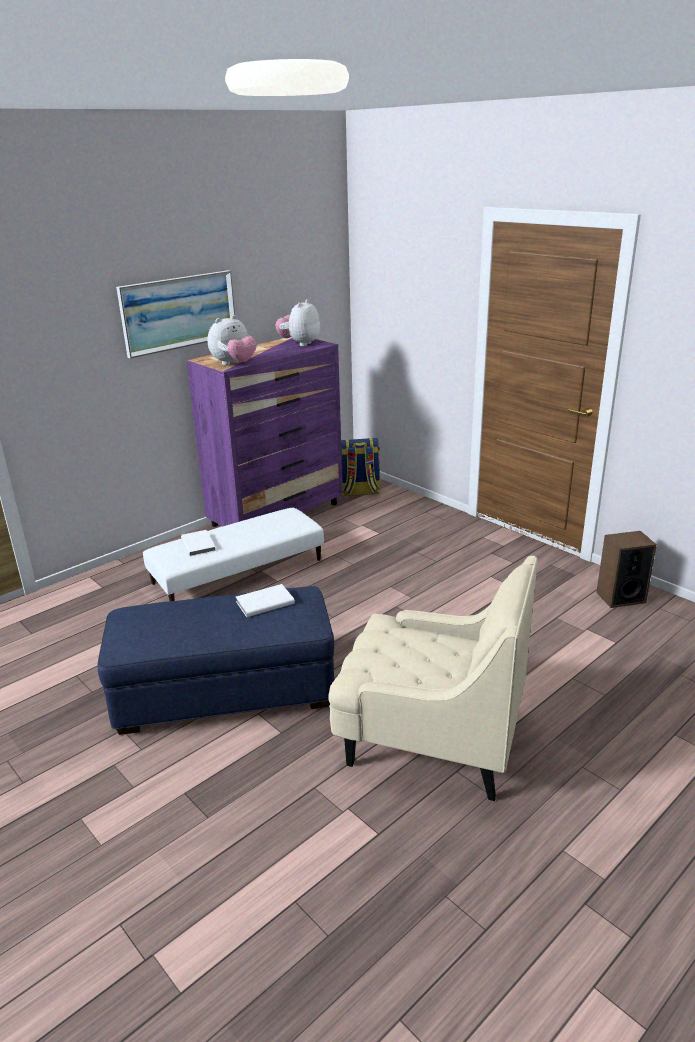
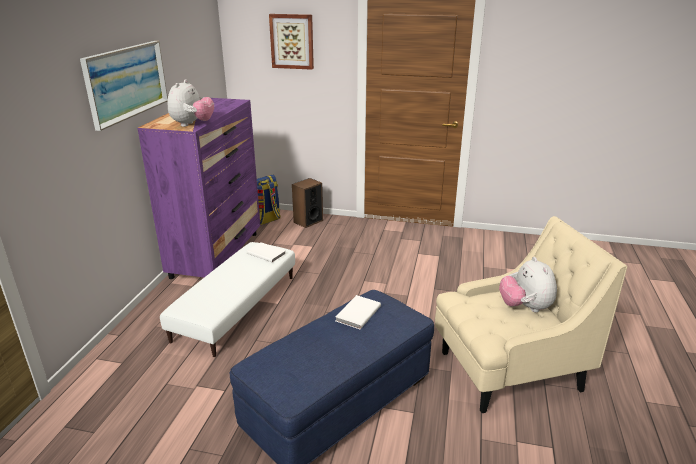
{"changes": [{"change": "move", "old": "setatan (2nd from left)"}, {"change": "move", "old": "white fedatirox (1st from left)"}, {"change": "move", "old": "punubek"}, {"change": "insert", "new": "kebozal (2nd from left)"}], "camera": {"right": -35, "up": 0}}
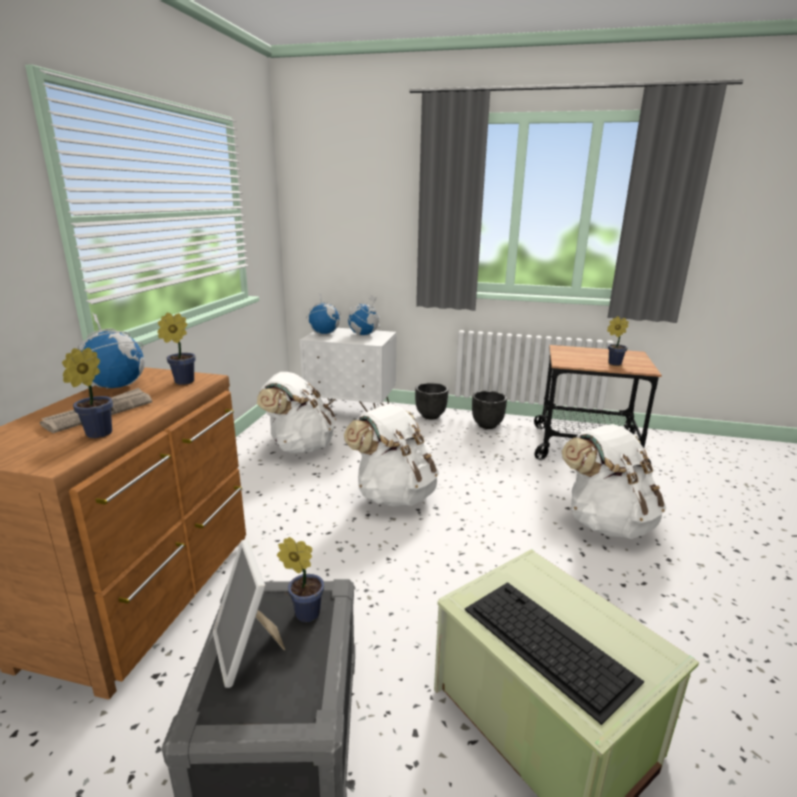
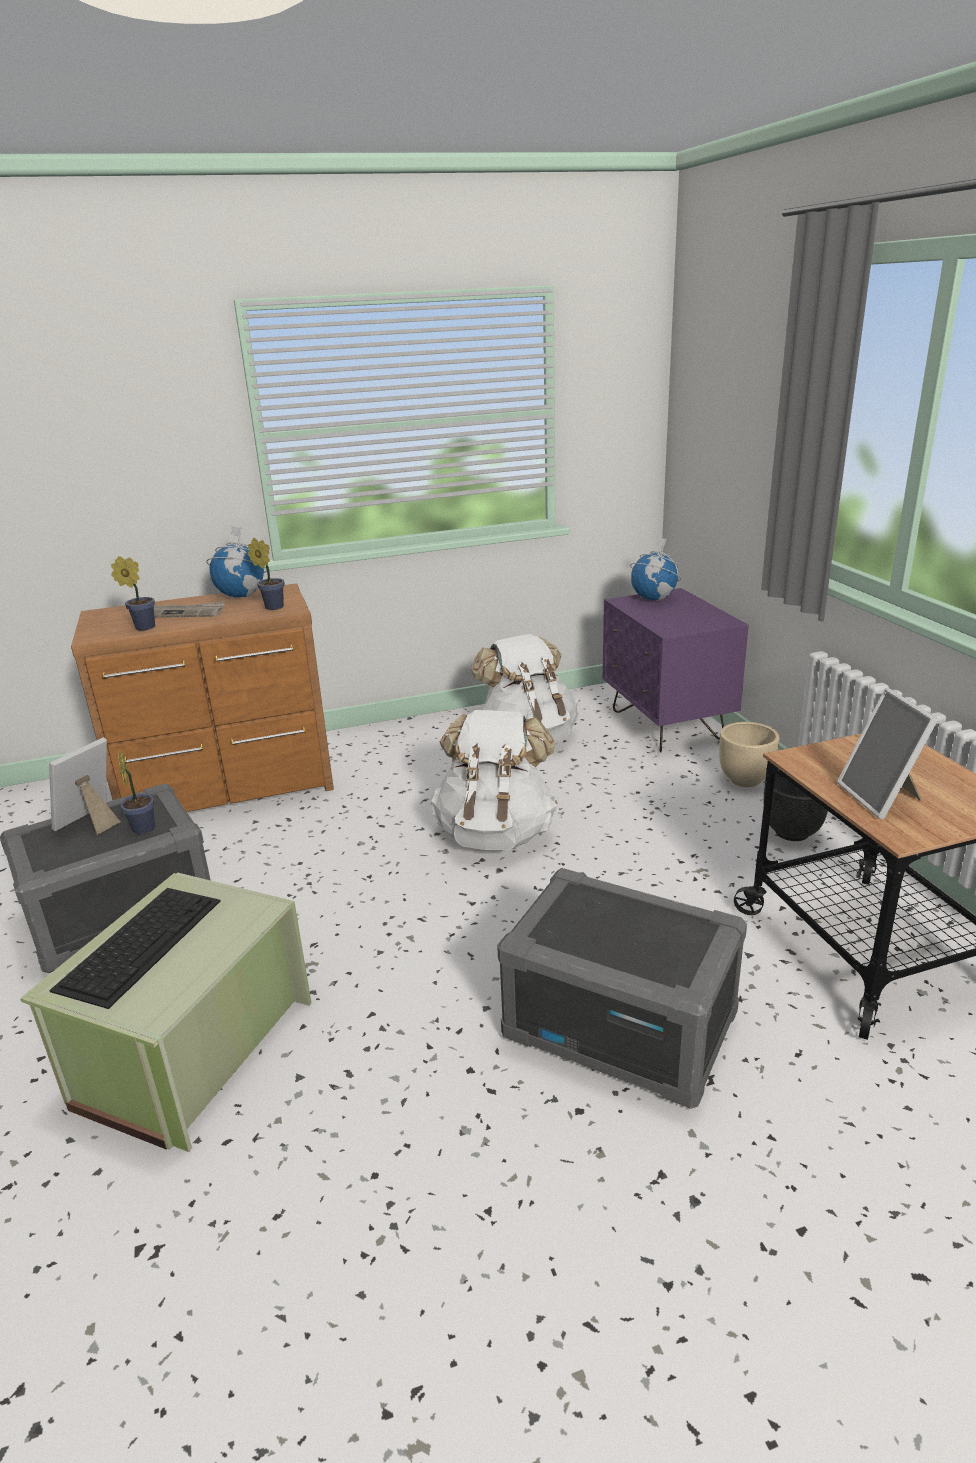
{"changes": [{"change": "delete", "old": "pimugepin (3rd from left)"}, {"change": "replace", "old": "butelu (4th from left)", "new": "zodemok (2nd from left)"}, {"change": "recolor", "old": "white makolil", "new": "purple makolil"}, {"change": "recolor", "old": "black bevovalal (1st from left)", "new": "beige bevovalal"}, {"change": "replace", "old": "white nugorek (3rd from left)", "new": "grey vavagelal (2nd from left)"}], "camera": {"right": 60, "up": 5}}
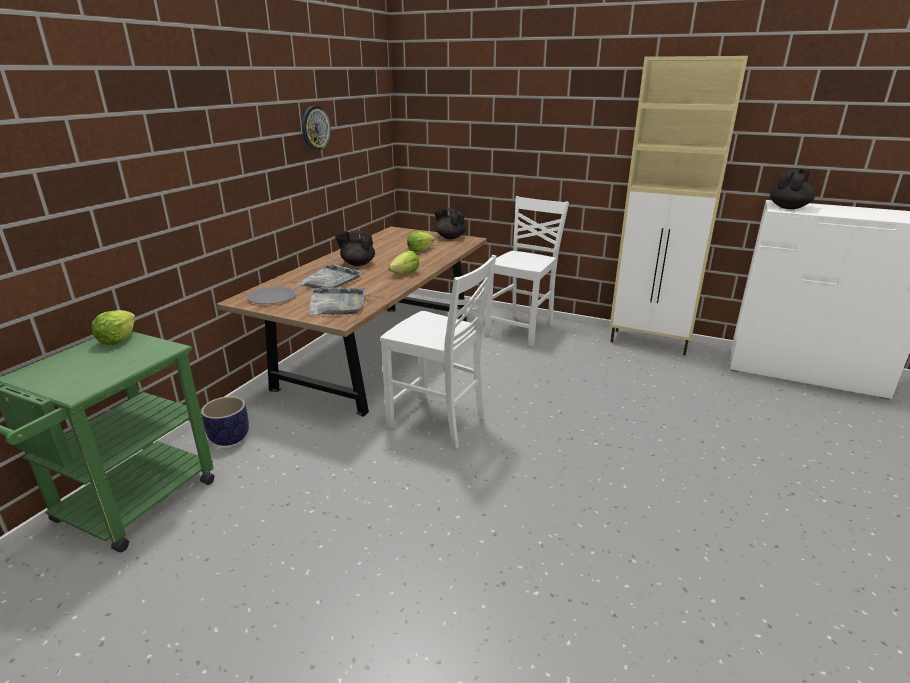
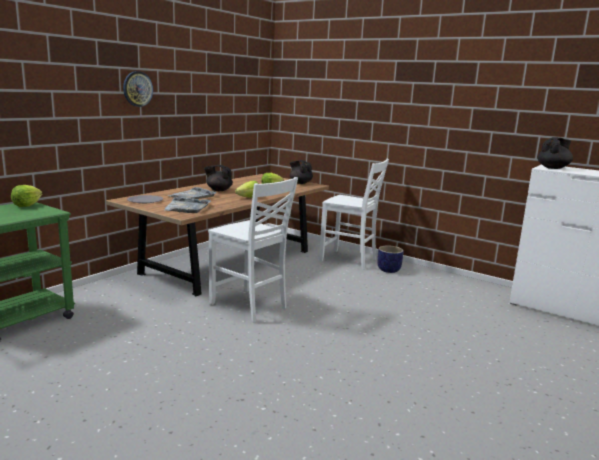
{"changes": [{"change": "delete", "old": "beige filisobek"}, {"change": "move", "old": "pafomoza"}, {"change": "rotate", "old": "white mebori (2nd from left)", "degrees": 75}, {"change": "move", "old": "bevovalal"}], "camera": {"right": 10, "up": -10}}
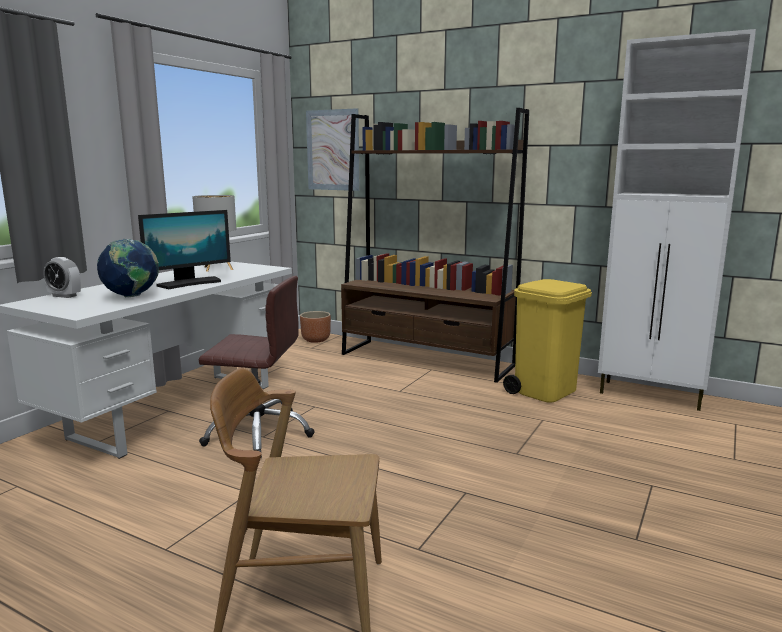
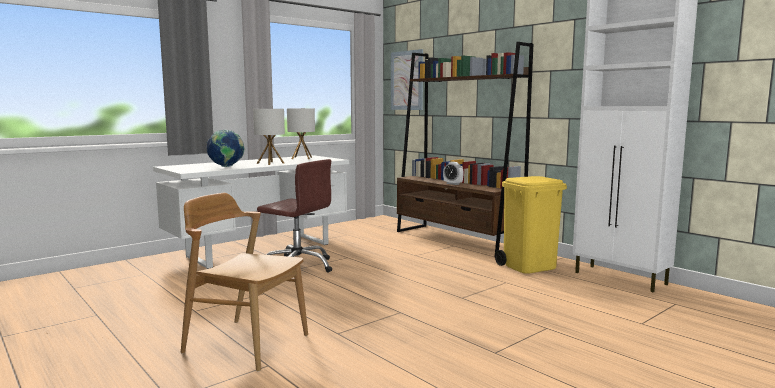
{"changes": [{"change": "replace", "old": "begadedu", "new": "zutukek (1st from left)"}, {"change": "move", "old": "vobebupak"}, {"change": "delete", "old": "brown bevovalal"}], "camera": {"right": 20, "up": -5}}
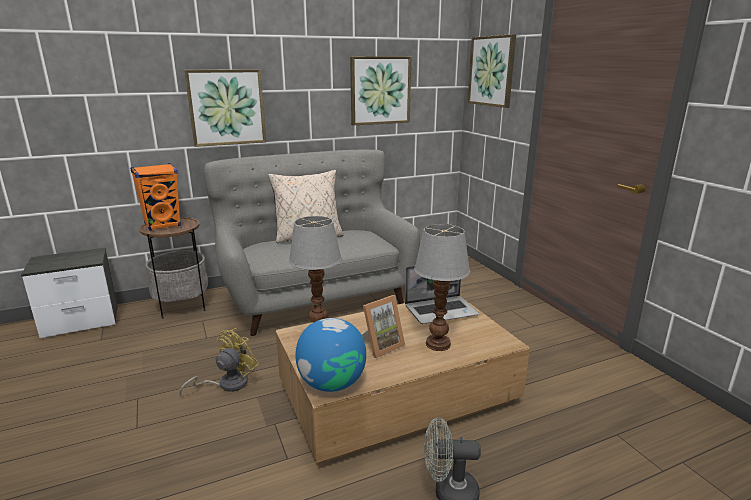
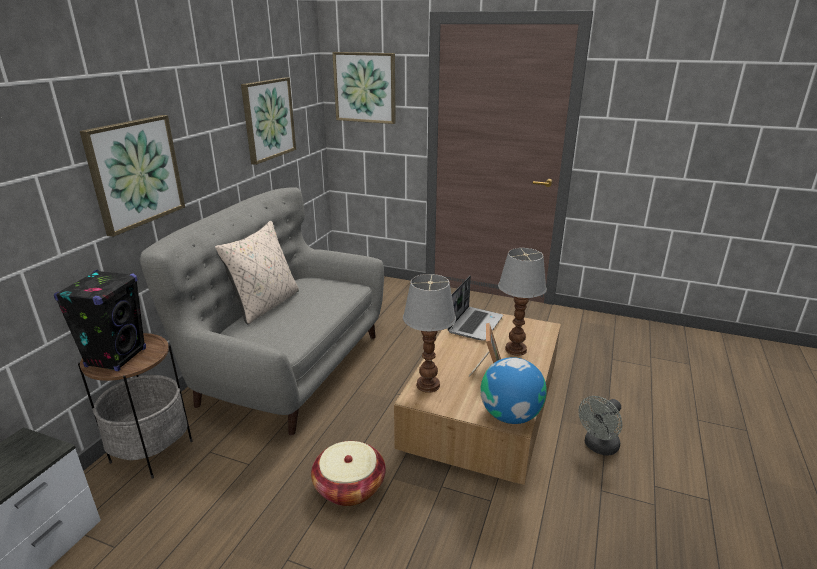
{"changes": [{"change": "recolor", "old": "orange punubek", "new": "black punubek"}, {"change": "replace", "old": "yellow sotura", "new": "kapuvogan"}], "camera": {"right": -45, "up": 5}}
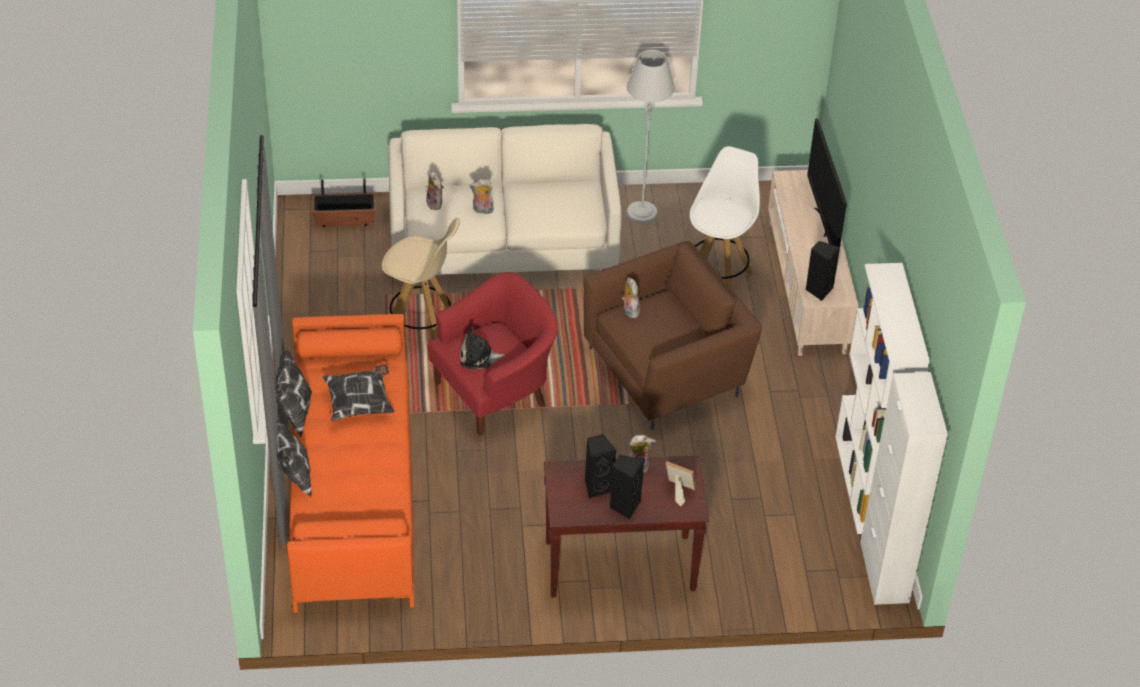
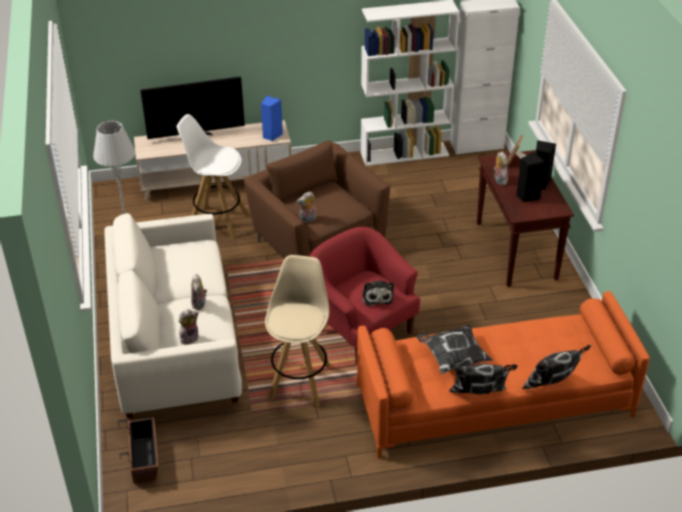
{"changes": [{"change": "recolor", "old": "black punubek (3rd from left)", "new": "blue punubek"}], "camera": {"right": -95, "up": -5}}
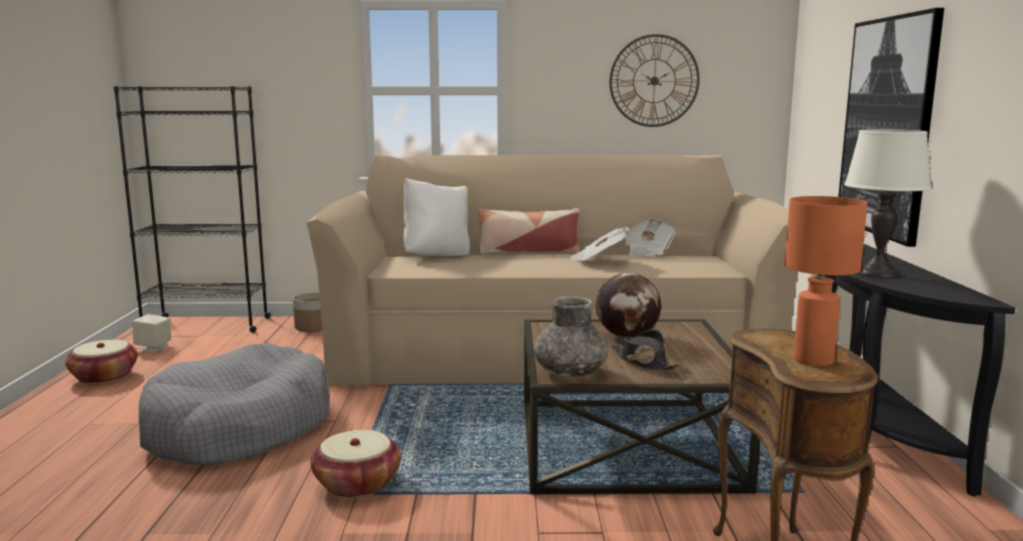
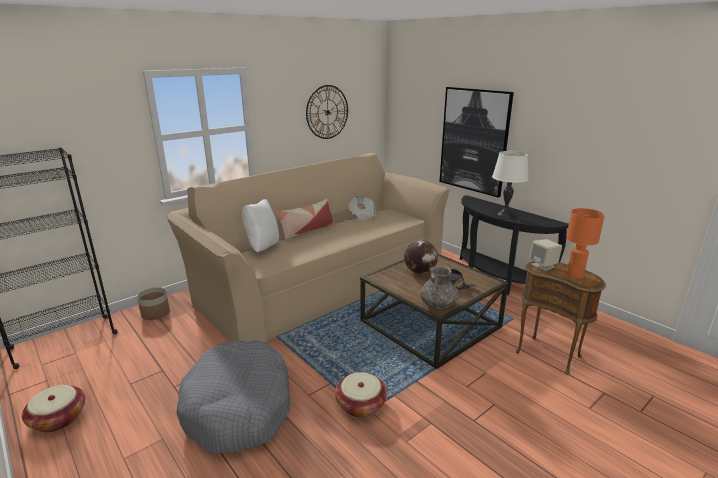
{"changes": [{"change": "delete", "old": "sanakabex (1st from left)"}, {"change": "move", "old": "beige punubek"}], "camera": {"right": -40, "up": 10}}
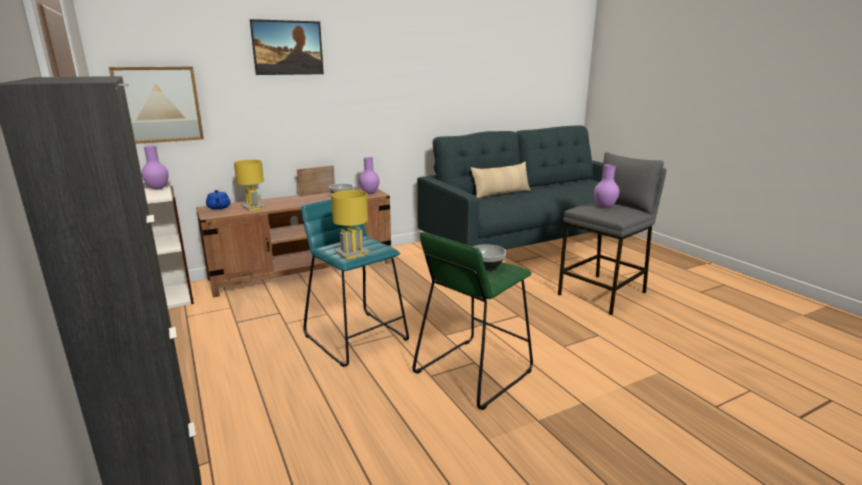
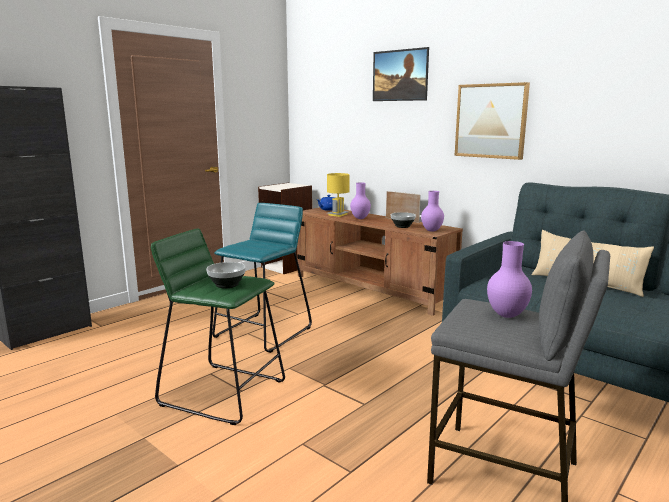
{"changes": [{"change": "move", "old": "kebozal (1st from left in the first image)", "new": "kebozal (2nd from left)"}, {"change": "move", "old": "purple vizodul (1st from left)"}, {"change": "delete", "old": "yellow zutukek (2nd from left)"}], "camera": {"right": 70, "up": -5}}
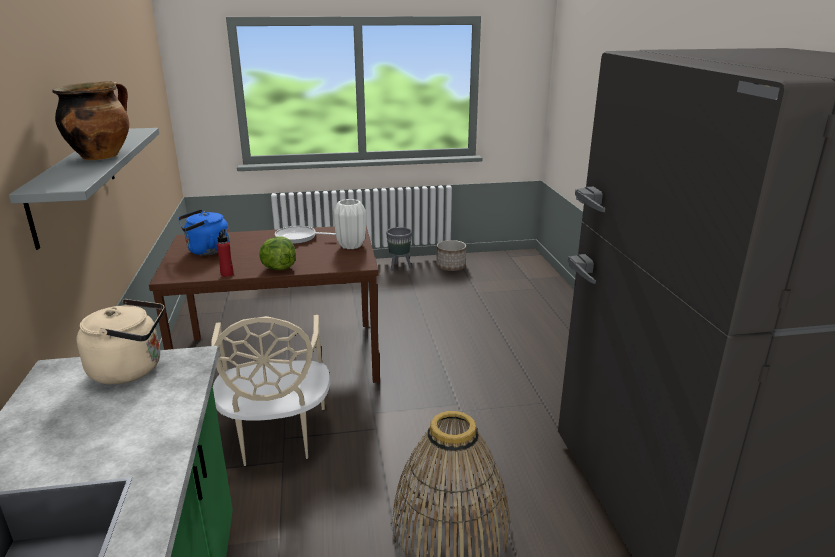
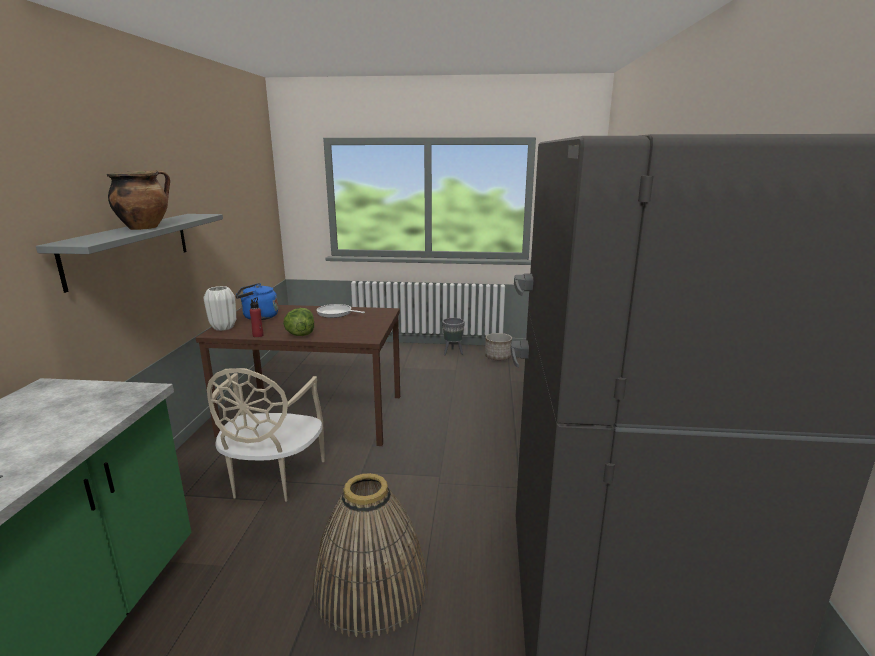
{"changes": [{"change": "move", "old": "white vizodul"}, {"change": "delete", "old": "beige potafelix"}], "camera": {"right": 15, "up": -5}}
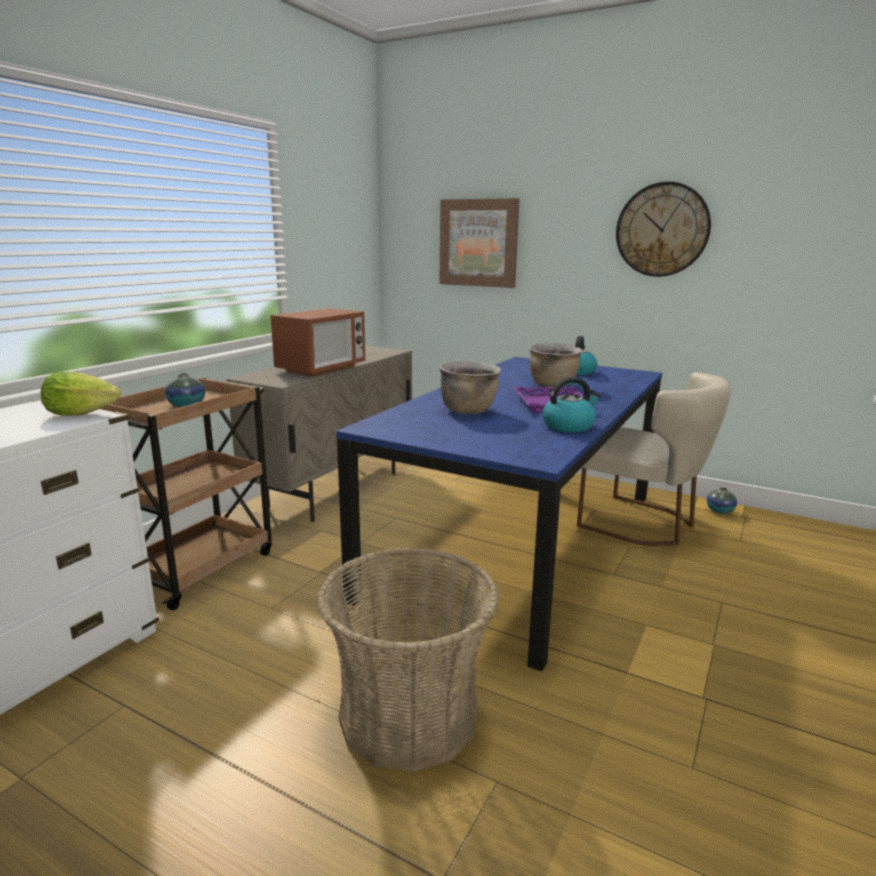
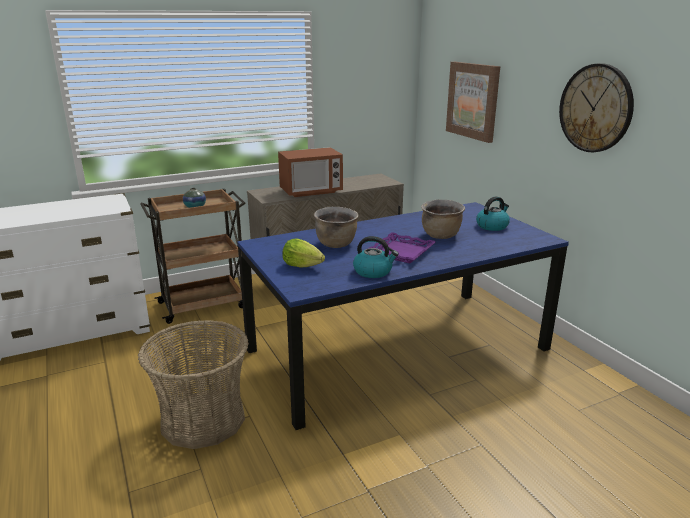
{"changes": [{"change": "move", "old": "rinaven"}, {"change": "delete", "old": "beige mebori"}, {"change": "delete", "old": "vizodul (2nd from left)"}], "camera": {"right": 35, "up": 5}}
